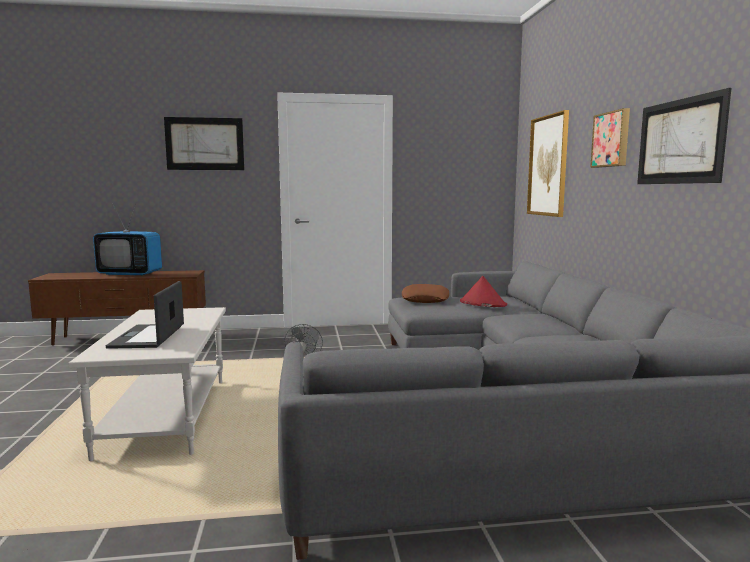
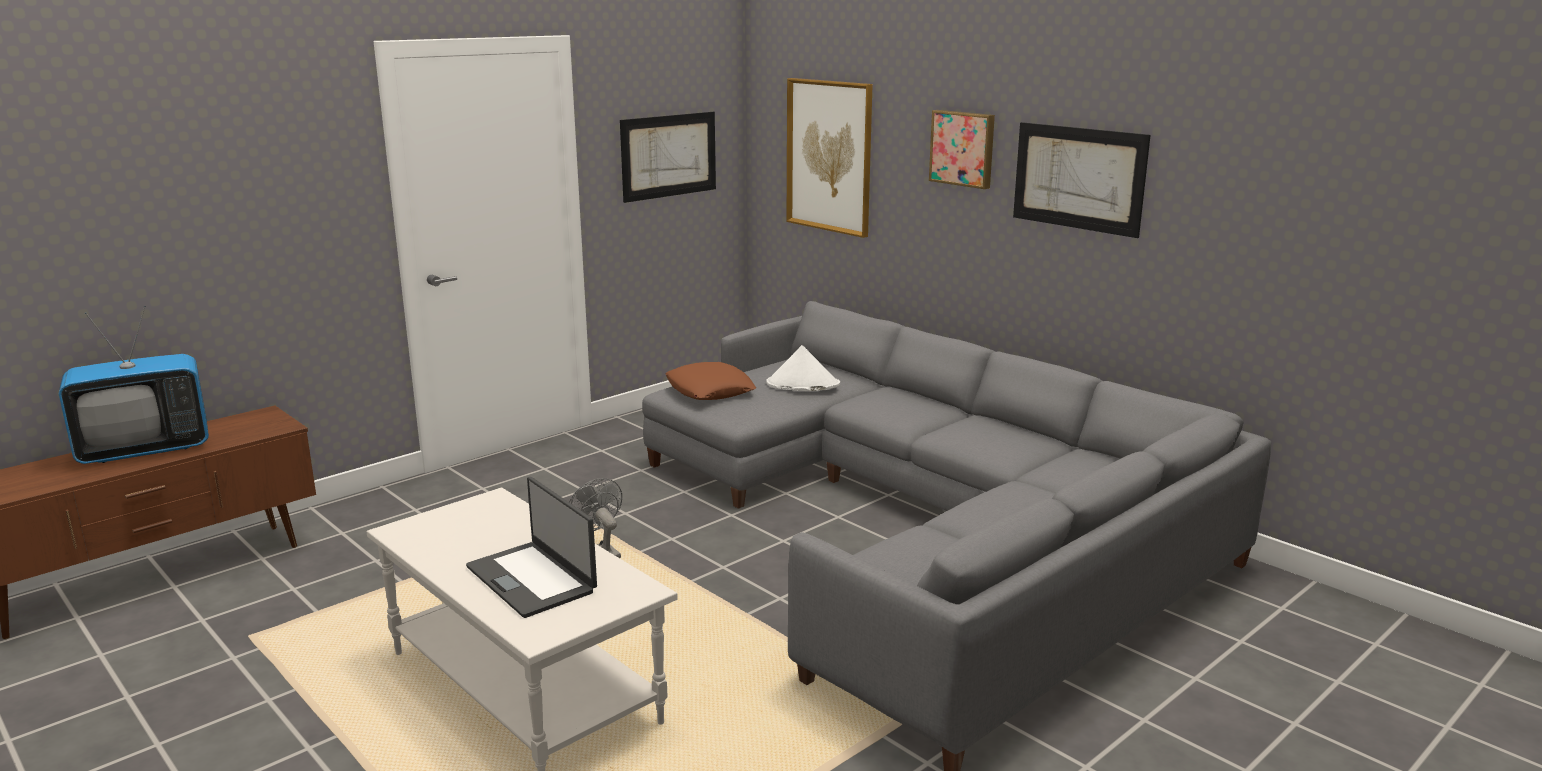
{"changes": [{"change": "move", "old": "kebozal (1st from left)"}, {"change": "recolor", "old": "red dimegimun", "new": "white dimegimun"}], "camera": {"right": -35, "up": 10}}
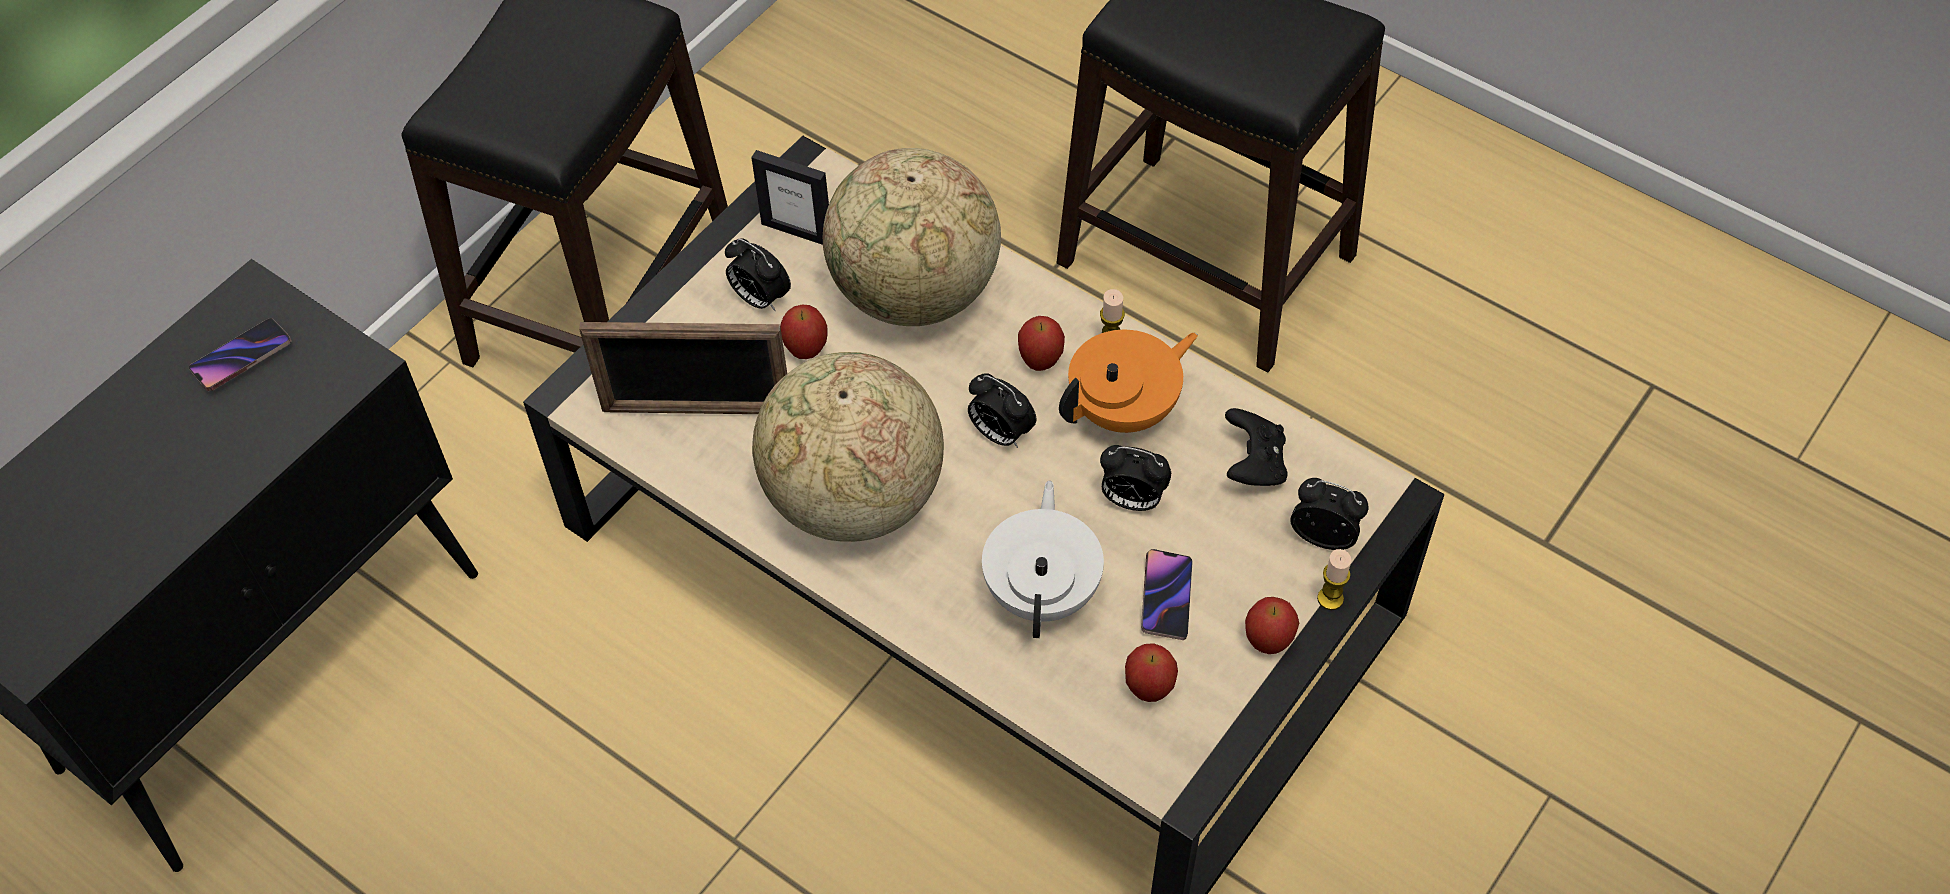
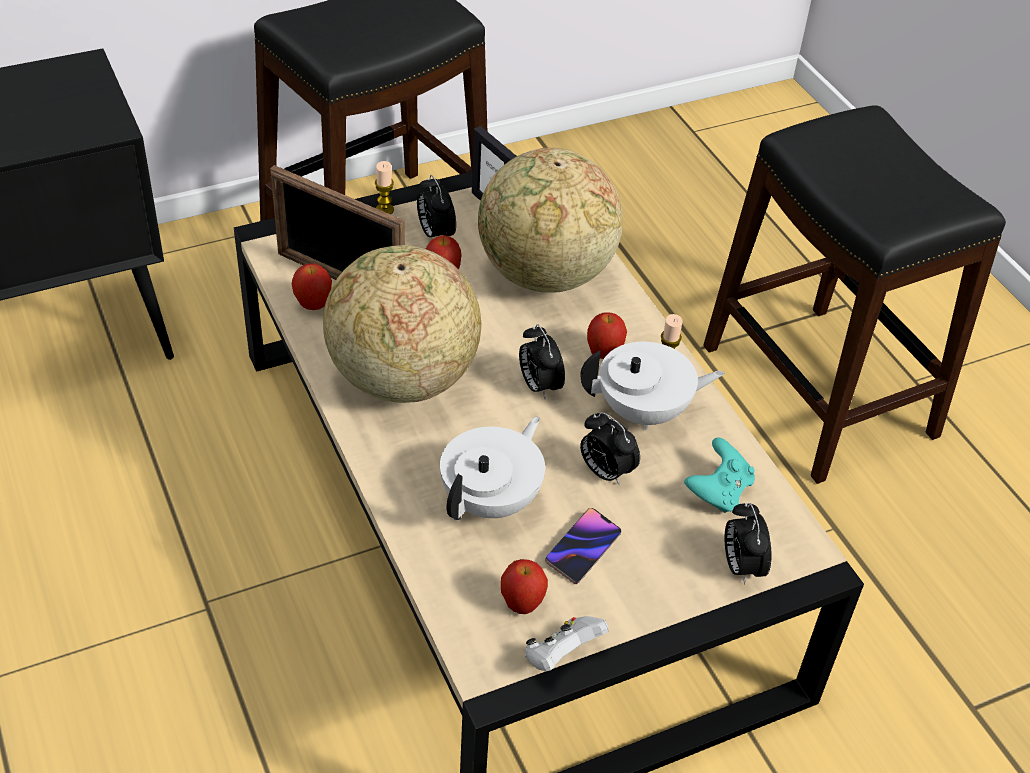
{"changes": [{"change": "delete", "old": "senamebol (1st from left)"}, {"change": "recolor", "old": "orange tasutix", "new": "white tasutix (2nd from left)"}, {"change": "recolor", "old": "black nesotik", "new": "turquoise nesotik"}, {"change": "rotate", "old": "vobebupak (4th from left)", "degrees": -150}, {"change": "move", "old": "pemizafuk (2nd from left in the first image)", "new": "pemizafuk (1st from left)"}, {"change": "move", "old": "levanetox (4th from left in the first image)", "new": "levanetox (1st from left)"}, {"change": "insert", "new": "white nesotik"}], "camera": {"right": 25, "up": -10}}
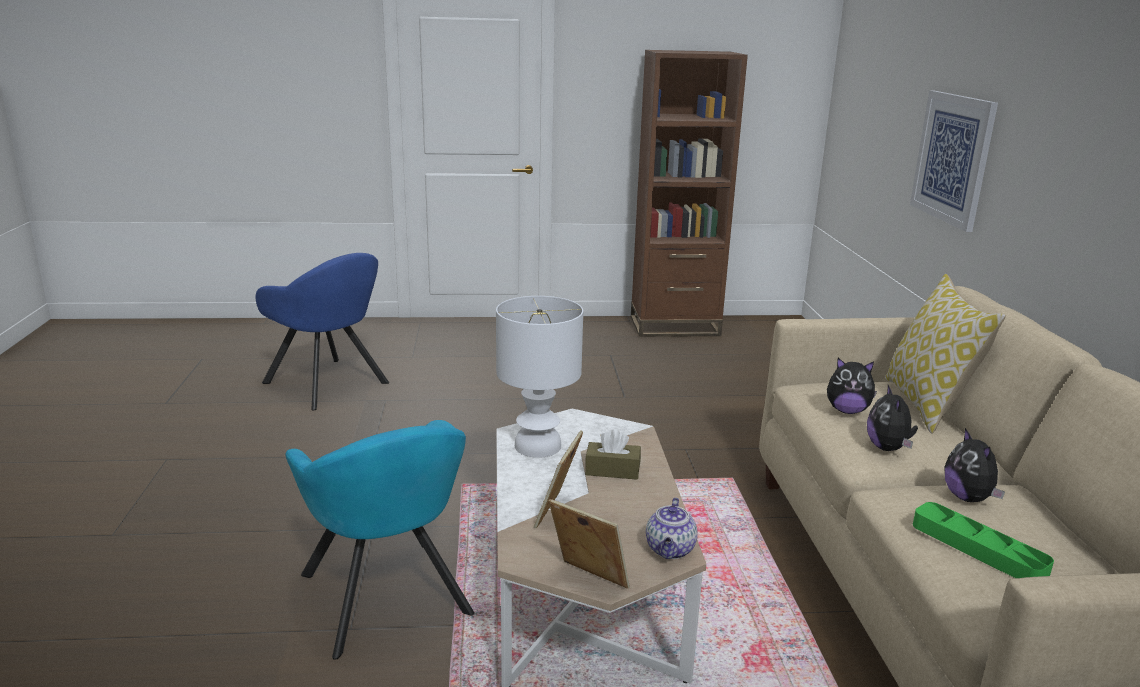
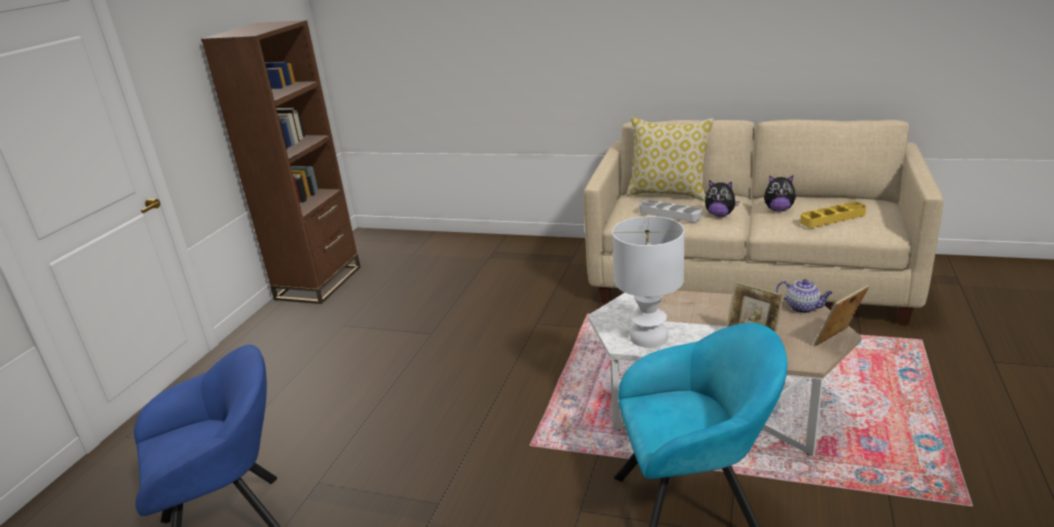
{"changes": [{"change": "delete", "old": "kebozal"}, {"change": "replace", "old": "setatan (1st from left)", "new": "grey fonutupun"}, {"change": "delete", "old": "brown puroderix"}, {"change": "recolor", "old": "green fonutupun", "new": "yellow fonutupun"}], "camera": {"right": -65, "up": 5}}
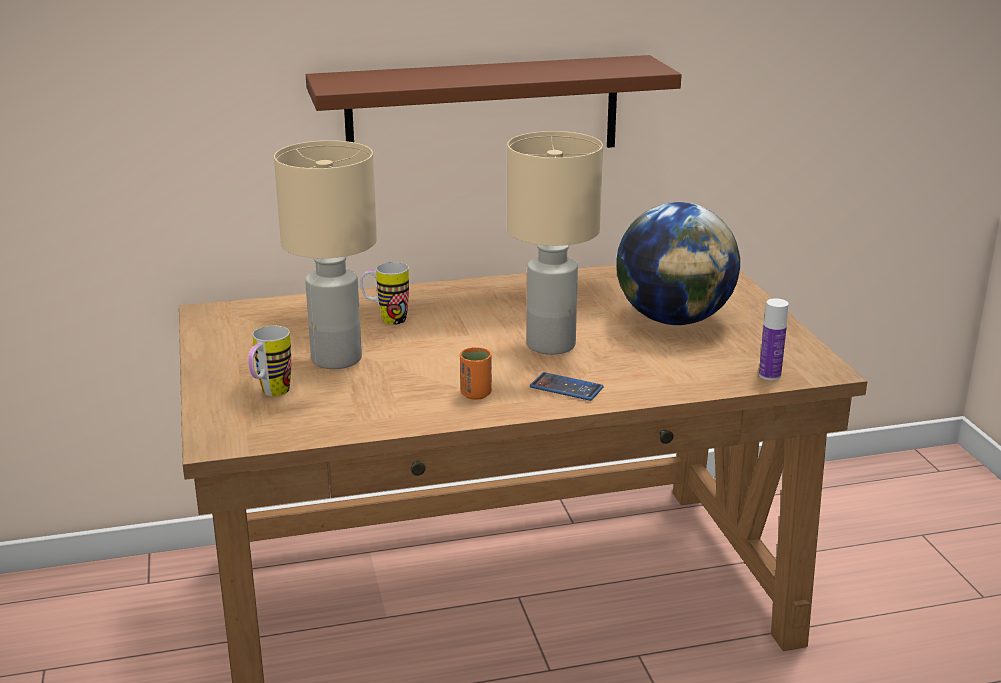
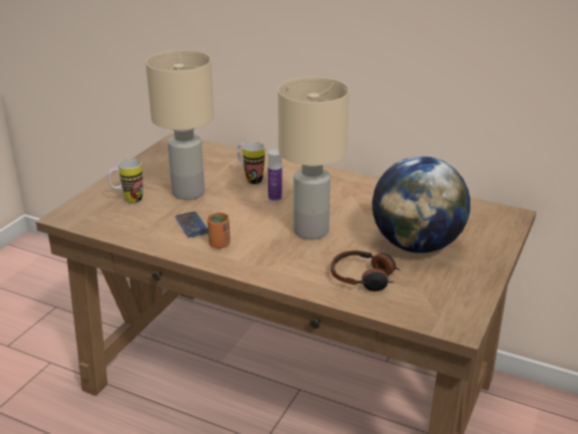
{"changes": [{"change": "delete", "old": "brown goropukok"}, {"change": "move", "old": "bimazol"}, {"change": "move", "old": "senamebol"}, {"change": "insert", "new": "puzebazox"}], "camera": {"right": 40, "up": 5}}
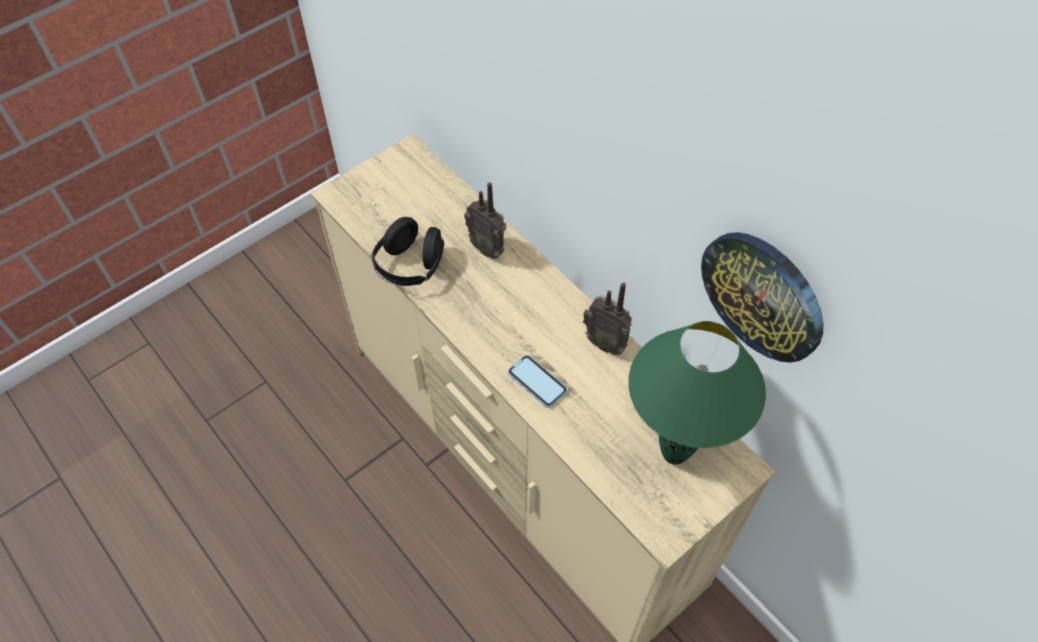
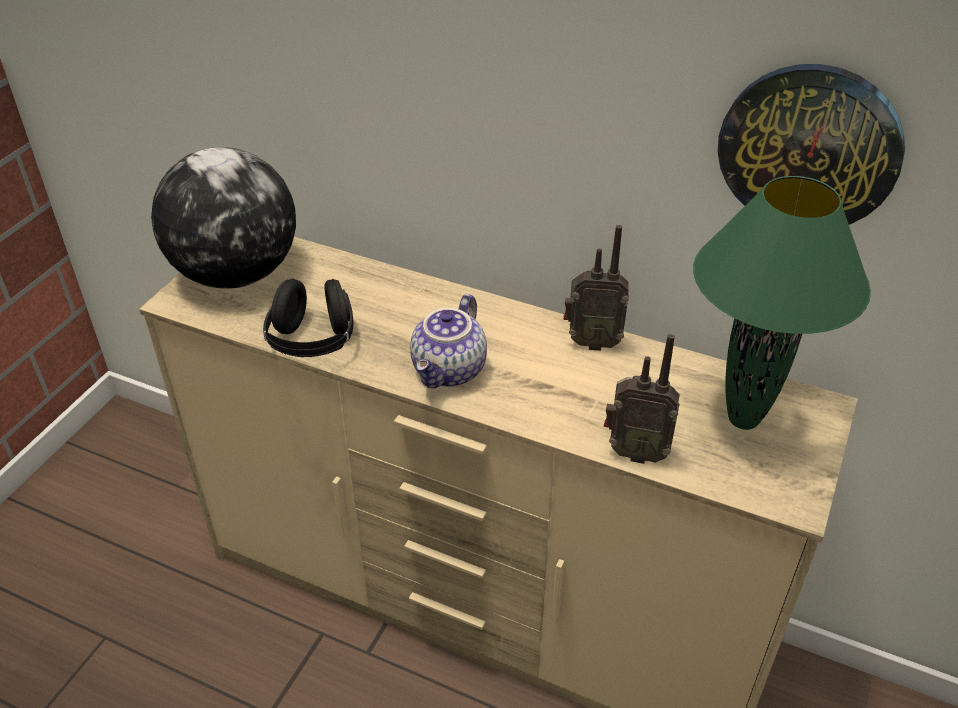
{"changes": [{"change": "move", "old": "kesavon (1st from left in the first image)", "new": "kesavon (2nd from left)"}, {"change": "delete", "old": "senamebol"}, {"change": "insert", "new": "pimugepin"}, {"change": "insert", "new": "tasutix"}], "camera": {"right": -25, "up": -15}}
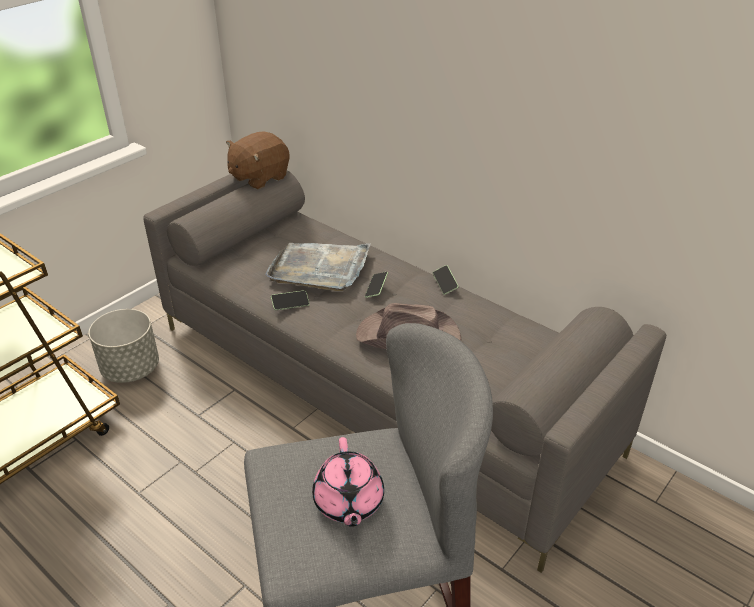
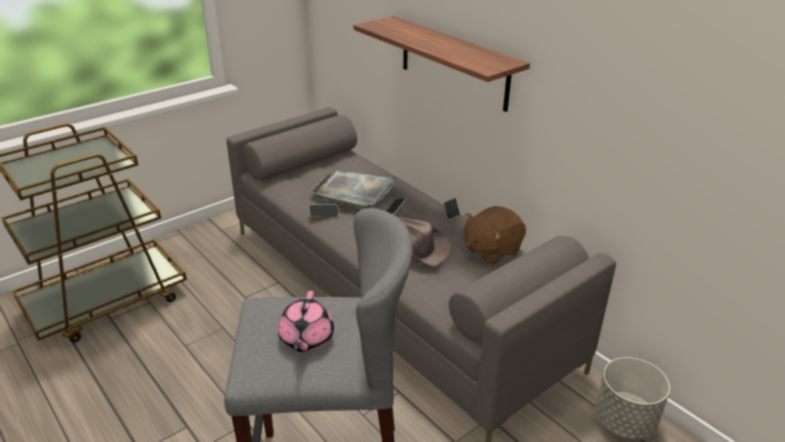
{"changes": [{"change": "move", "old": "brown setatan"}, {"change": "move", "old": "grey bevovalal"}, {"change": "insert", "new": "goropukok"}], "camera": {"right": 10, "up": -5}}
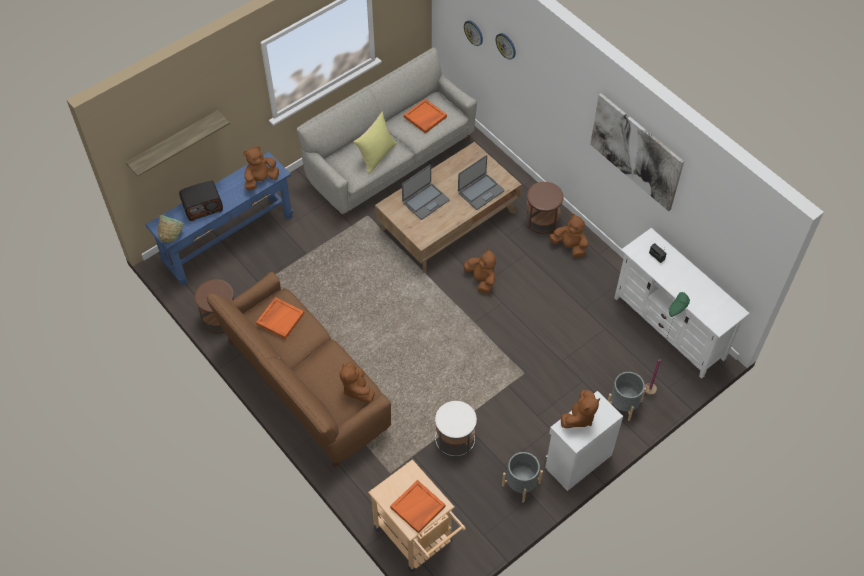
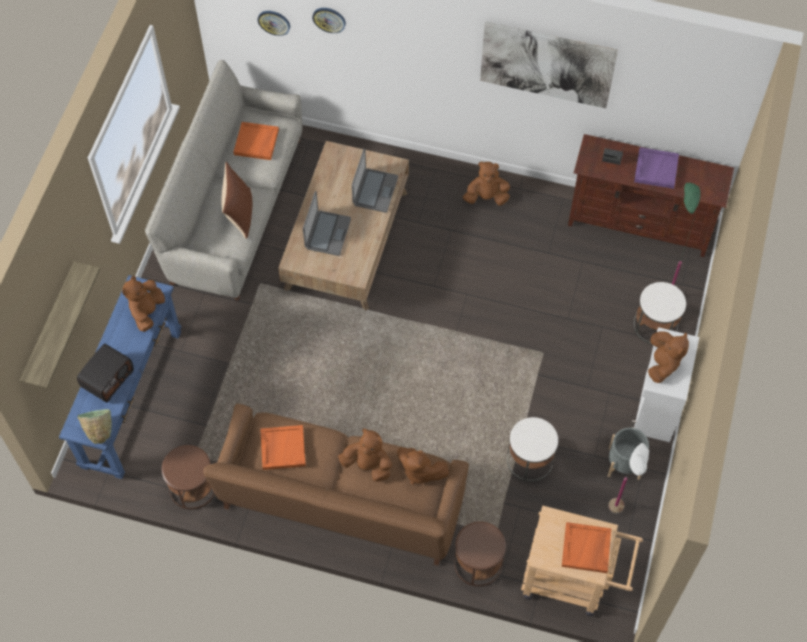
{"changes": [{"change": "recolor", "old": "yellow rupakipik", "new": "brown rupakipik"}, {"change": "move", "old": "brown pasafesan (2nd from left)"}, {"change": "recolor", "old": "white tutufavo", "new": "brown tutufavo"}, {"change": "move", "old": "brown setatan (3rd from left in the first image)", "new": "brown setatan (2nd from left)"}, {"change": "replace", "old": "grey bevovalal (2nd from left)", "new": "white pasafesan (2nd from left)"}, {"change": "insert", "new": "purple fonutupun"}, {"change": "insert", "new": "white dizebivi"}], "camera": {"right": -35, "up": 5}}
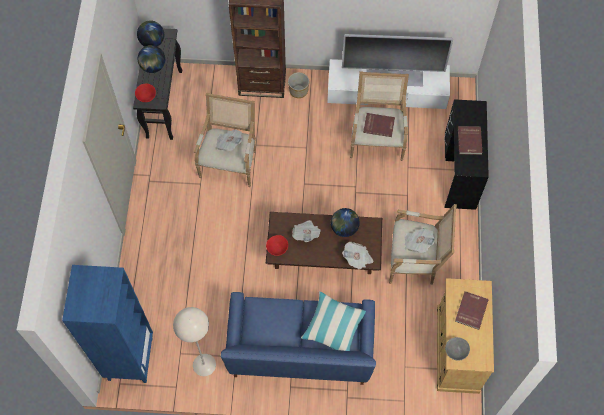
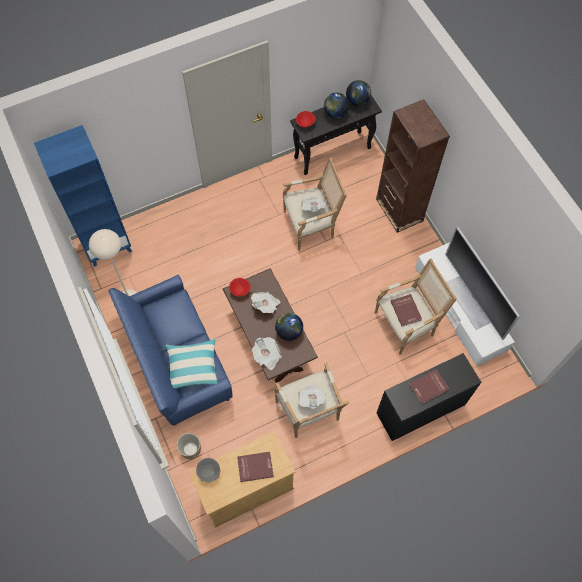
{"changes": [{"change": "move", "old": "bevovalal"}], "camera": {"right": 60, "up": 0}}
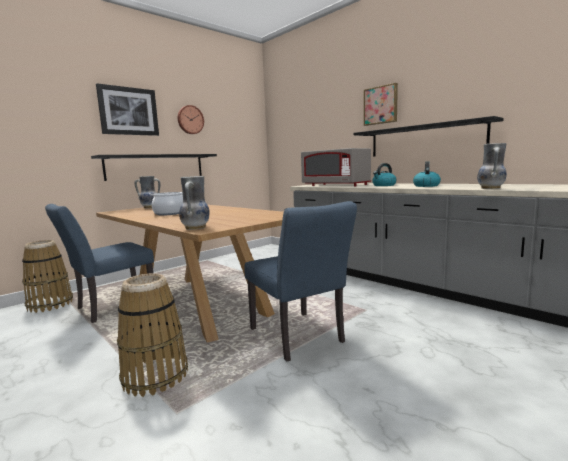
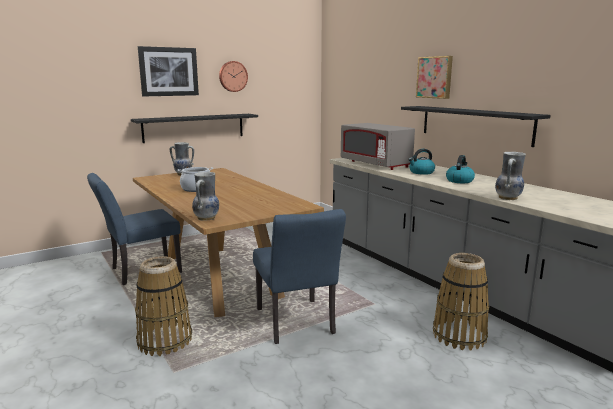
{"changes": [{"change": "move", "old": "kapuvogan (1st from left in the first image)", "new": "kapuvogan (2nd from left)"}], "camera": {"right": 10, "up": 5}}
